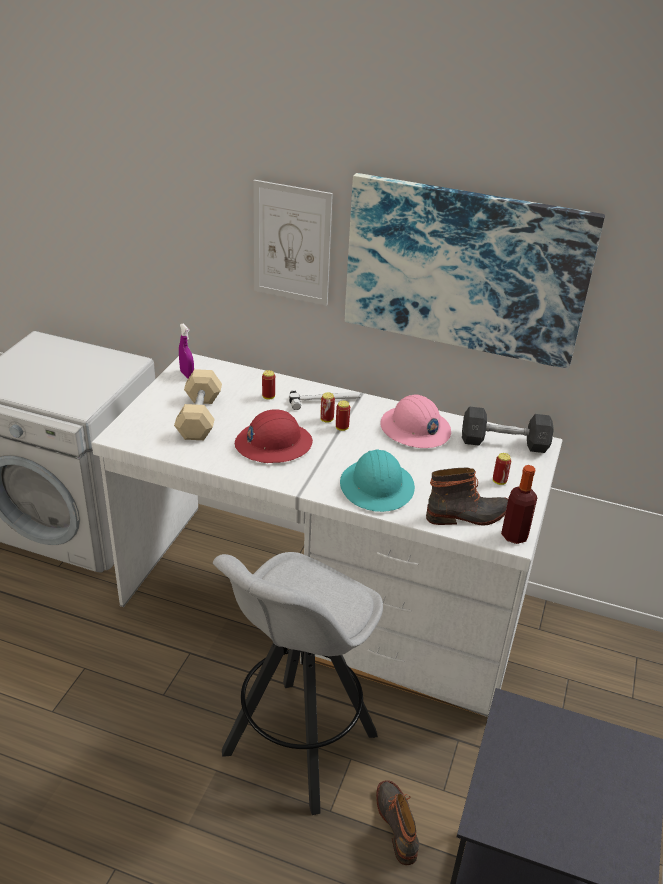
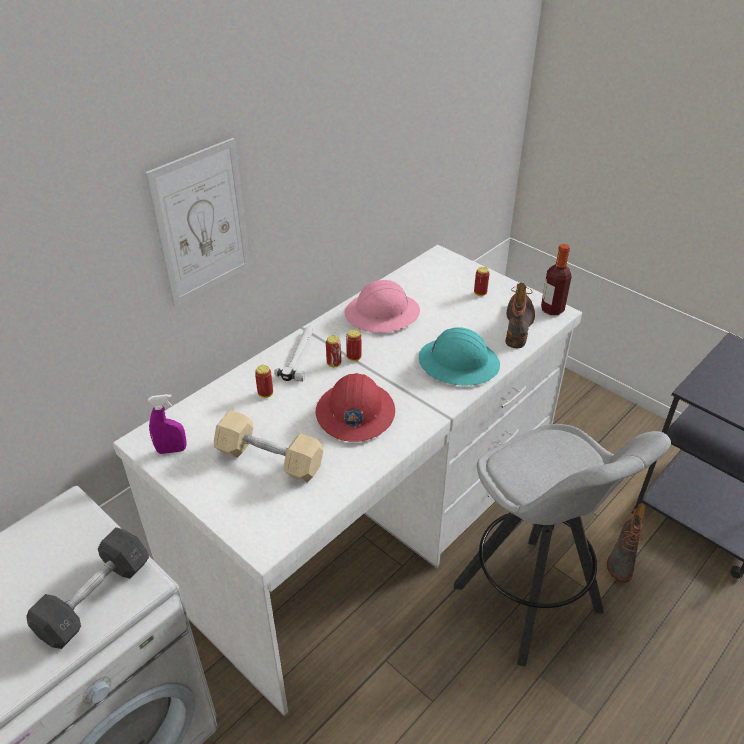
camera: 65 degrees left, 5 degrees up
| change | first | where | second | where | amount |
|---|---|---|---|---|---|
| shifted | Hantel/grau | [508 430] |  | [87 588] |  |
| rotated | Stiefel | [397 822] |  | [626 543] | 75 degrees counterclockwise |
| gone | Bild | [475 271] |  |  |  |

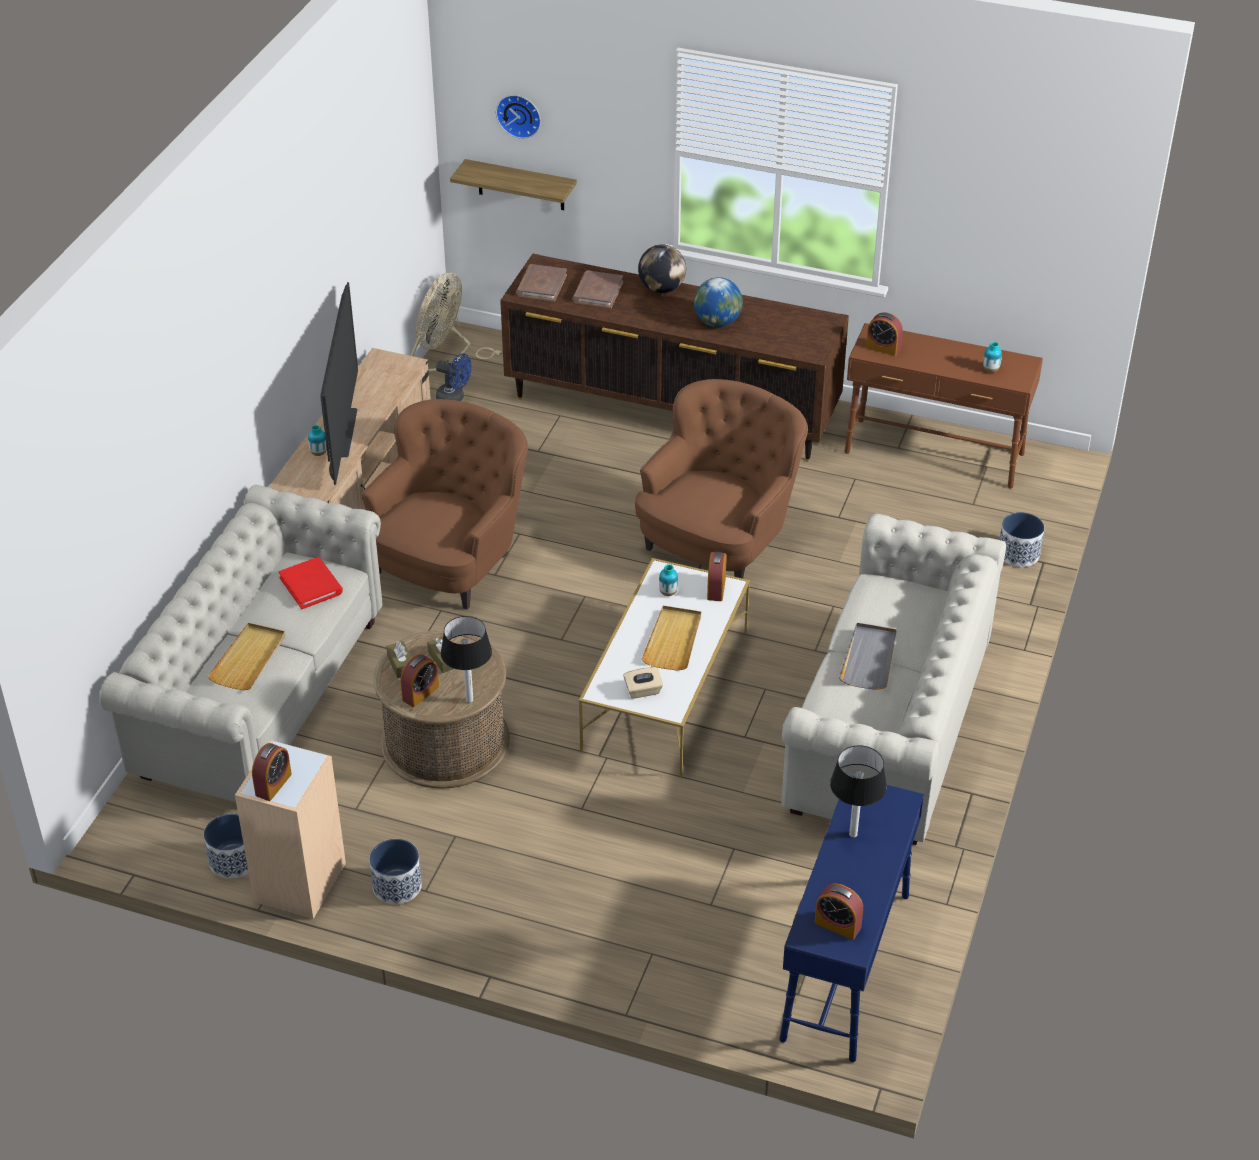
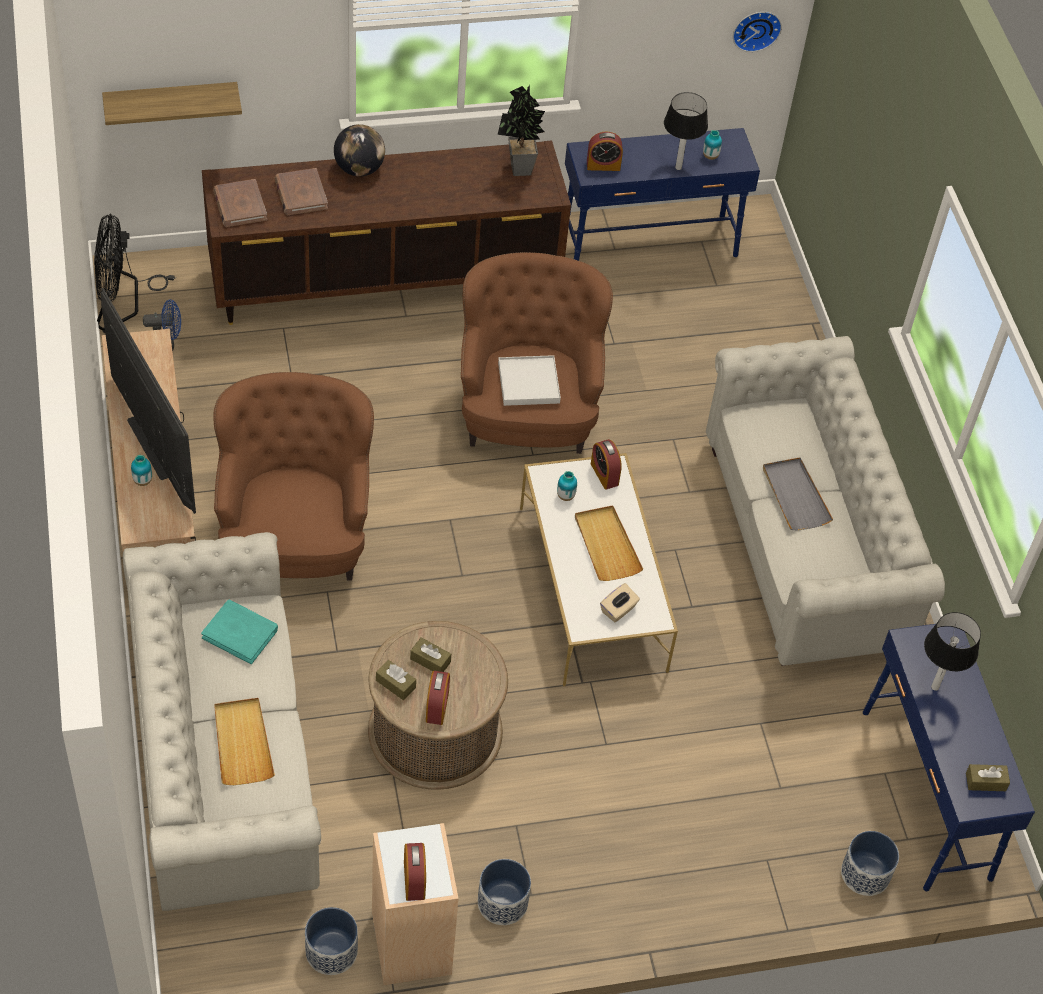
camera: 35 degrees left, 10 degrees up
| change | first | where | second | where | amount |
|---|---|---|---|---|---|
| repainted | Ventilator/beige | [456 322] | Ventilator/schwarz | [135 273] |  |
| repainted | Buch/rot | [311 583] | Buch/türkis | [239 631] |  |
| new |  |  | Topfpflanze | [521 130] |  |
| new |  |  | Tablett/weiß | [529 380] |  |
| repainted | Konsolentisch/braun | [943 405] | Konsolentisch/blau | [662 194] |  |
| shifted | Tischlampe | [466 659] |  | [686 131] |  |
| shifted | Wanduhr | [518 117] |  | [757 32] |  |
| shifted | Pflanzkübel | [1021 539] |  | [870 863] |  |
| swapped | Wecker | [839 911] | Taschentuchbox/braun | [988 777] |  |
| gone | Globus | [718 302] |  |  |  |

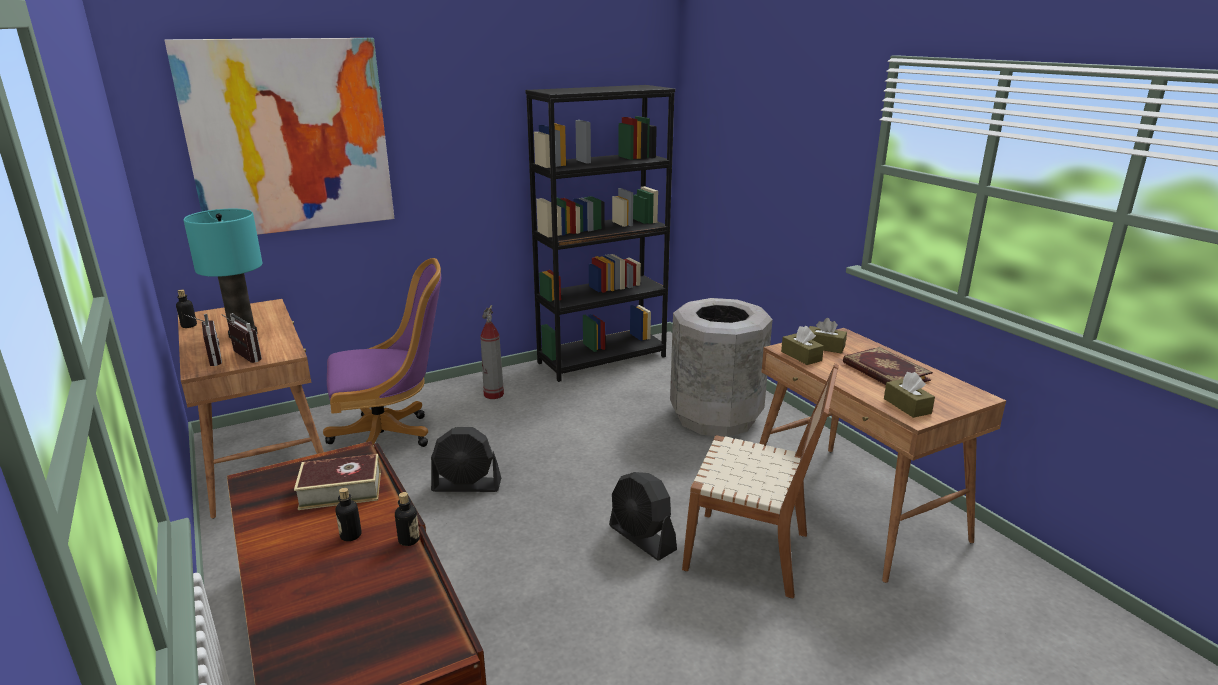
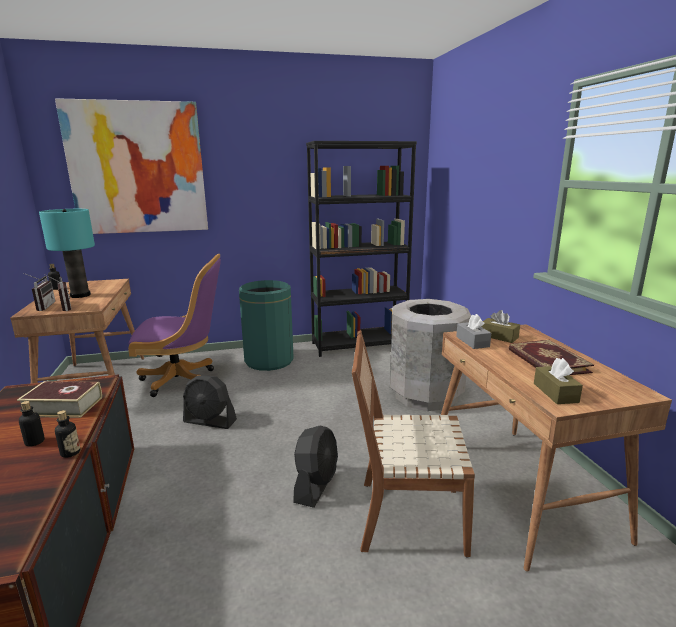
camera: 15 degrees right, 5 degrees down
| change | first | where | second | where | amount |
|---|---|---|---|---|---|
| swapped | Feuerlöscher | [492 352] | Mülleimer/grün | [266 325] |  |
| rotated | Ventilator/schwarz | [643 516] |  | [315 467] | 135 degrees counterclockwise |
| rotated | Stuhl | [760 480] |  | [413 444] | 150 degrees clockwise |
| repainted | Taschentuchbox/braun | [802 345] | Taschentuchbox/grau | [473 331] |  |

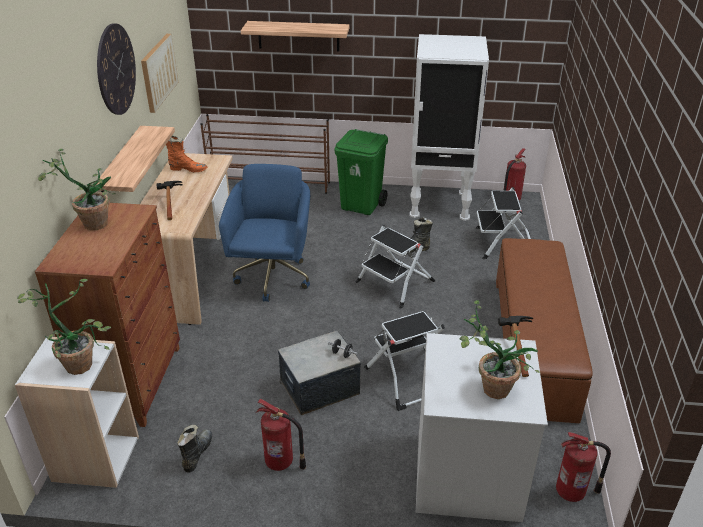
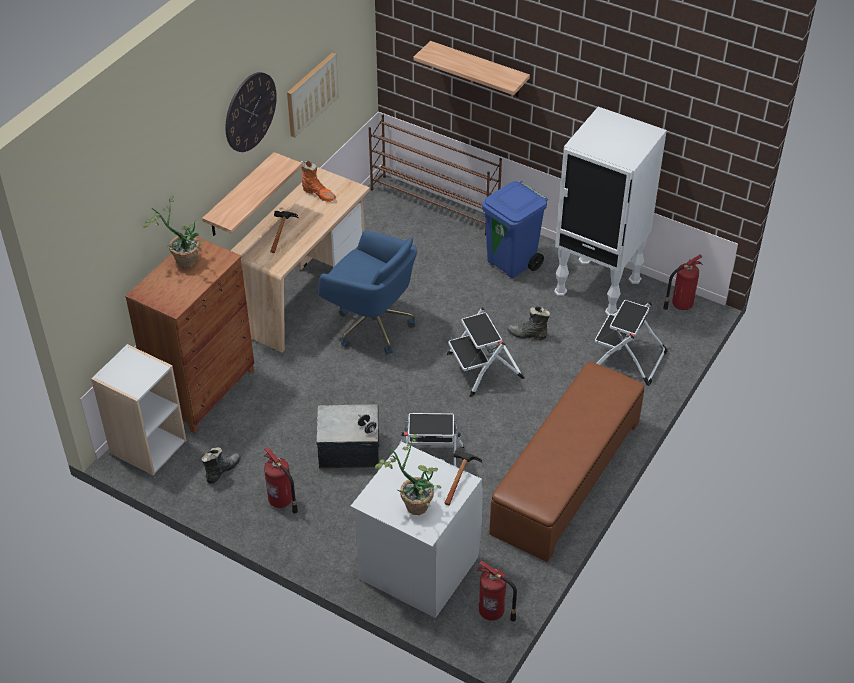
camera: 25 degrees right, 10 degrees up
| change | first | where | second | where | amount |
|---|---|---|---|---|---|
| rotated | Bürostuhl/blau | [264 233] |  | [367 292] | 90 degrees clockwise |
| repainted | Mülleimer/grün | [361 172] | Mülleimer/blau | [515 229] |  |
| gone | Topfpflanze | [64 327] |  |  |  |

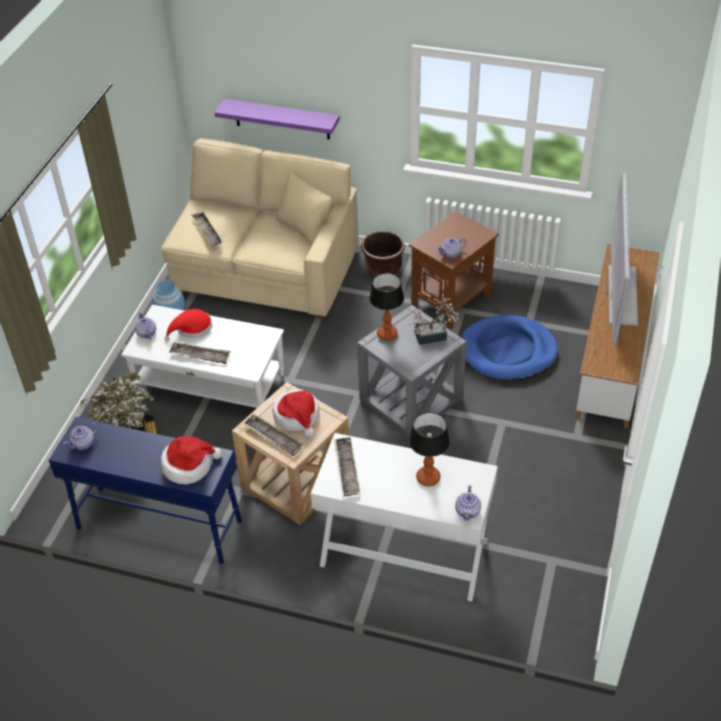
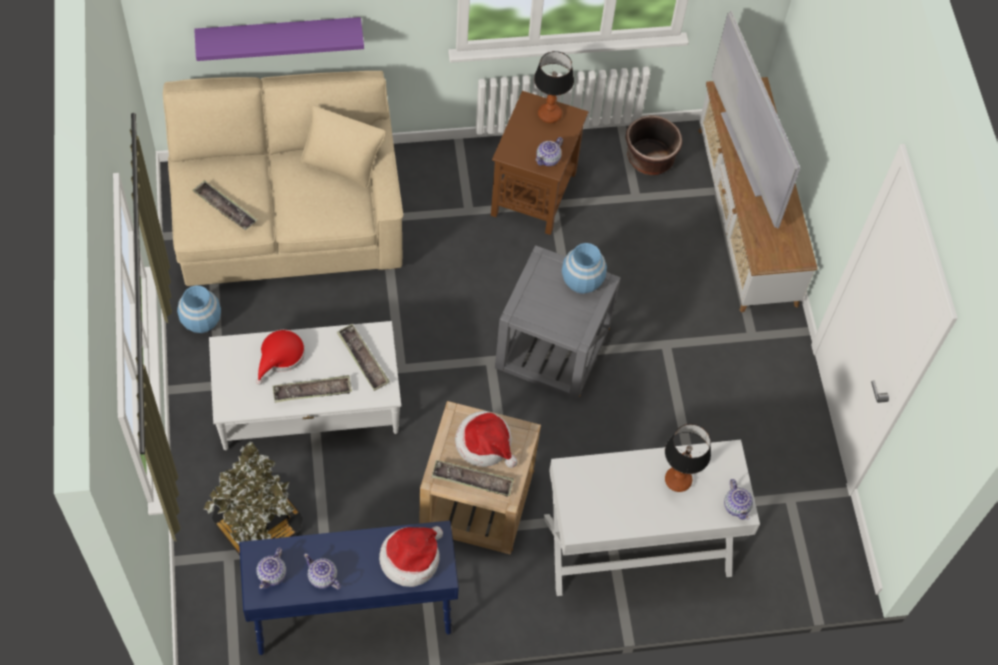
camera: 30 degrees left, 15 degrees up
| change | first | where | second | where | amount |
|---|---|---|---|---|---|
| shifted | Teekanne | [145 326] |  | [322 572] |  |
| shifted | Tablett | [347 466] |  | [363 357] |  |
| shifted | Tischlampe | [386 307] |  | [554 87] |  |
| swapped | Topfpflanze | [433 321] | Vase/blau | [584 268] |  |
| shifted | Pflanzkübel/braun | [383 253] |  | [653 145] |  |
| gone | Hundebett/blau | [509 347] |  |  |  |

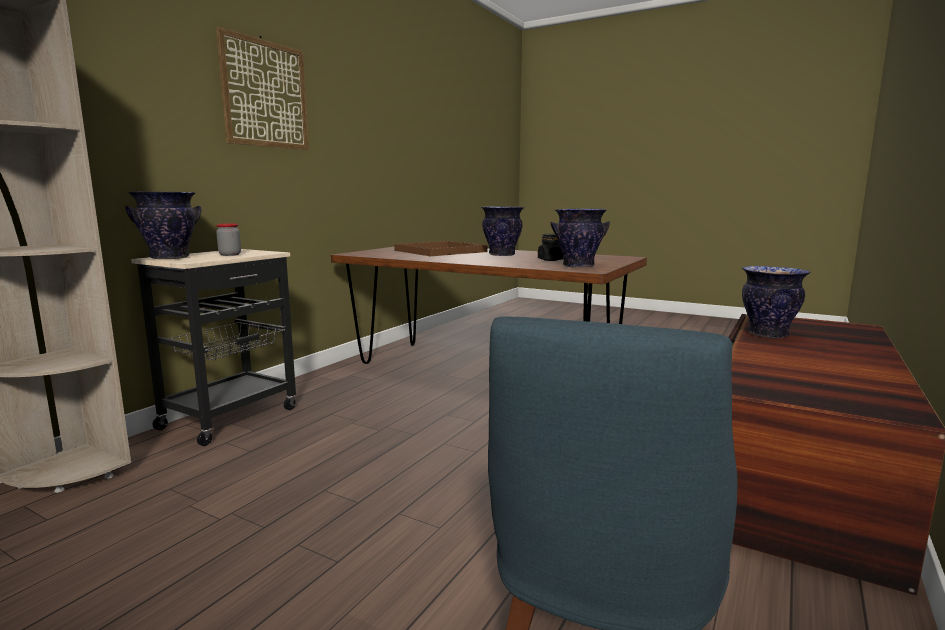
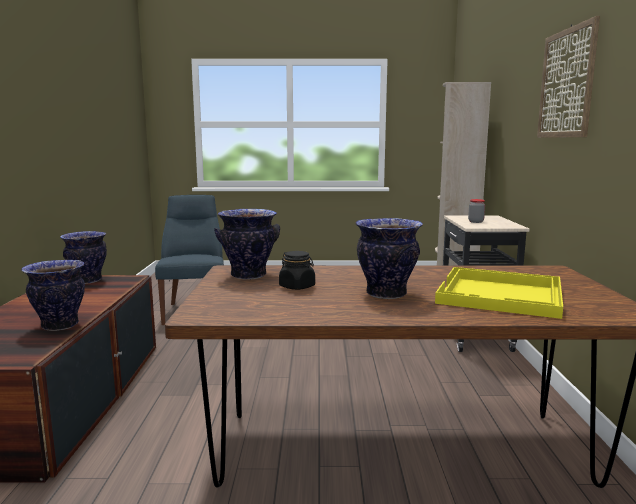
camera: 150 degrees right, 0 degrees up
| change | first | where | second | where | amount |
|---|---|---|---|---|---|
| shifted | Vase | [163 225] |  | [83 257] |  |
| repainted | Tablett/braun | [441 248] | Tablett/gelb | [499 293] |  |

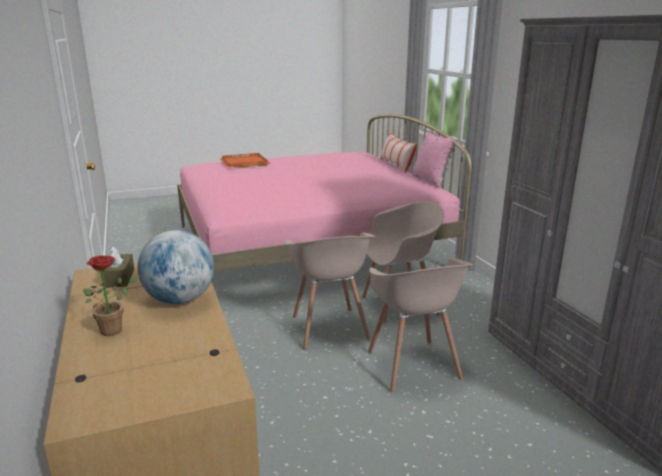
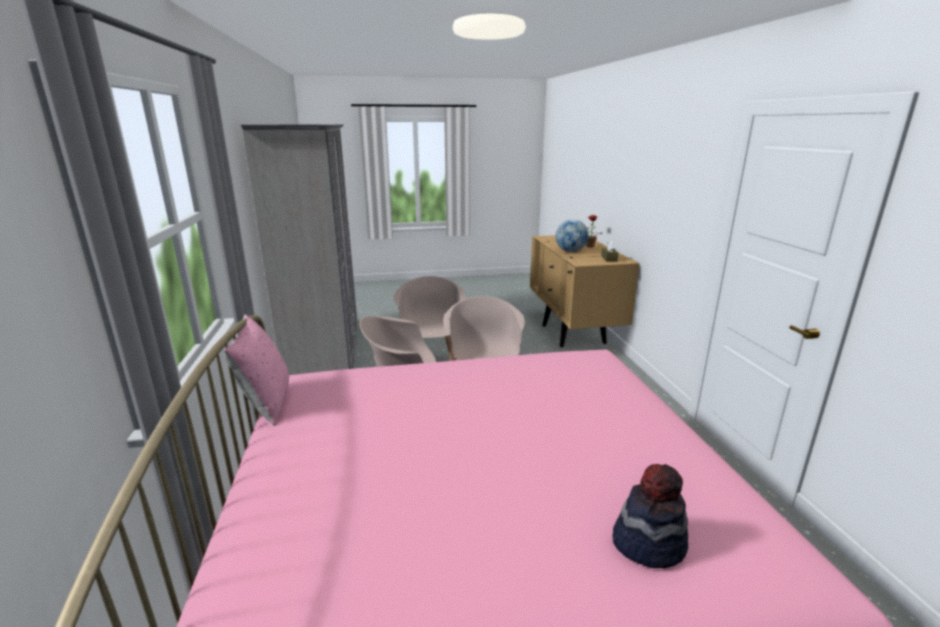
camera: 170 degrees left, 0 degrees up
| change | first | where | second | where | amount |
|---|---|---|---|---|---|
| swapped | Tablett/orange | [245 160] | Hut | [650 516] |  |
| gone | Kissen | [398 152] |  |  |  |

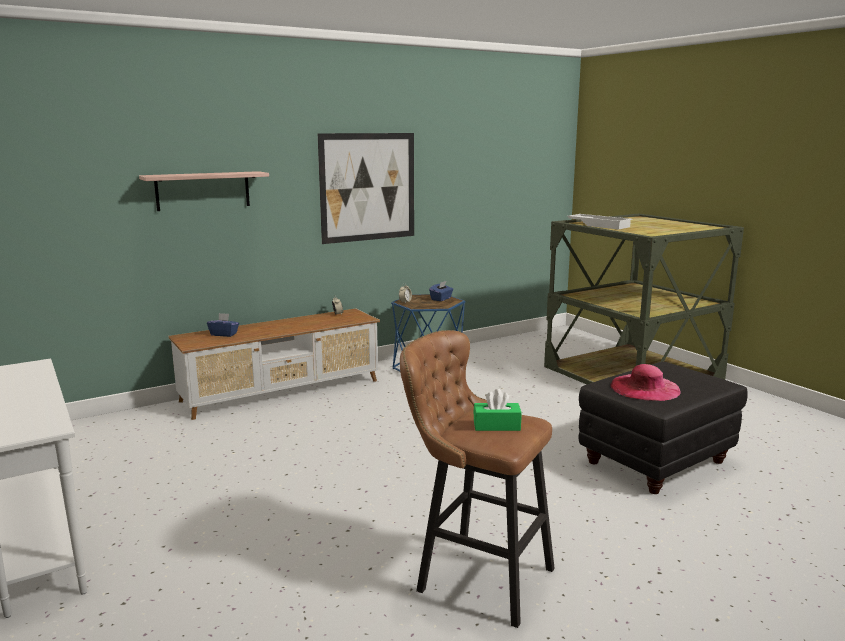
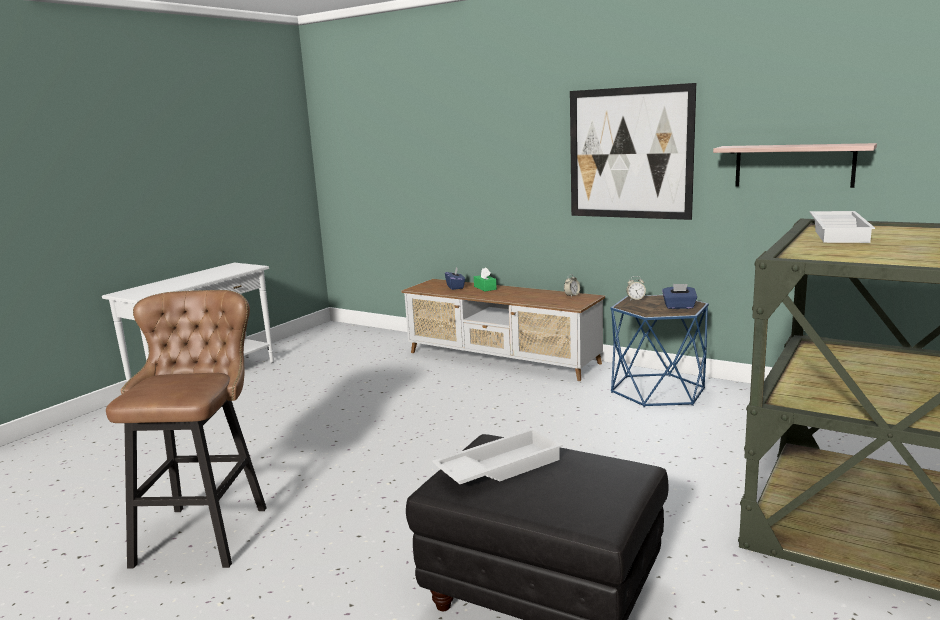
camera: 65 degrees right, 0 degrees up
| change | first | where | second | where | amount |
|---|---|---|---|---|---|
| swapped | Hut/rosa | [645 382] | Tablett/weiß | [498 456] |  |
| shifted | Taschentuchbox/grün | [497 410] |  | [485 279] |  |
| shifted | Wandregal | [204 191] |  | [795 165] |  |

